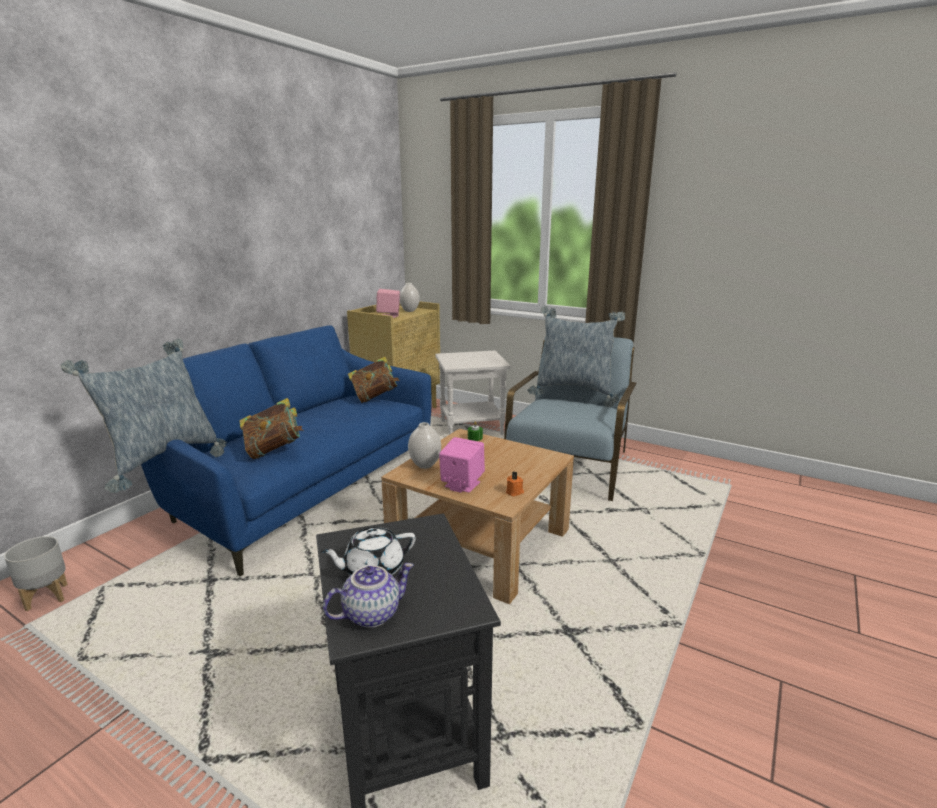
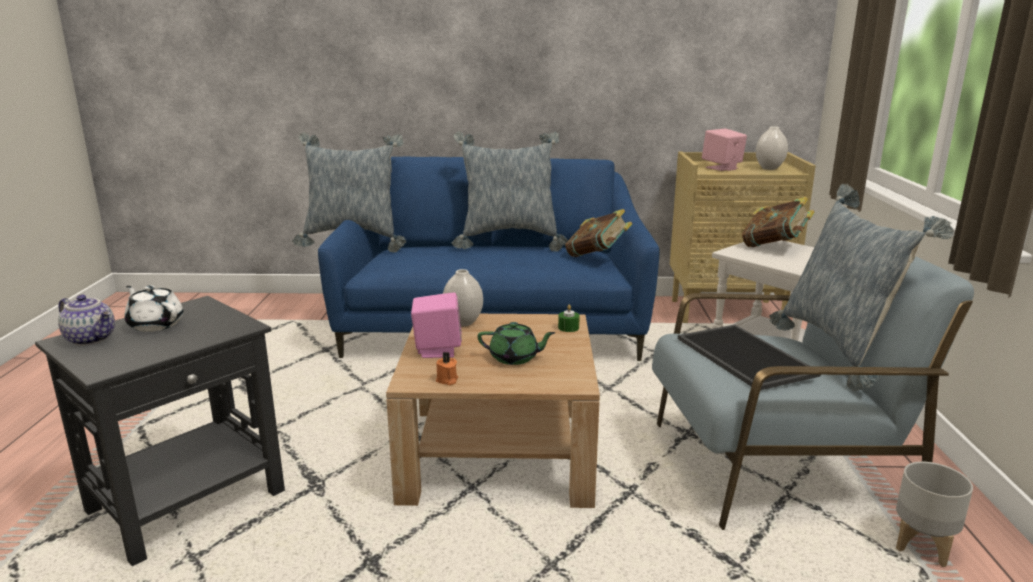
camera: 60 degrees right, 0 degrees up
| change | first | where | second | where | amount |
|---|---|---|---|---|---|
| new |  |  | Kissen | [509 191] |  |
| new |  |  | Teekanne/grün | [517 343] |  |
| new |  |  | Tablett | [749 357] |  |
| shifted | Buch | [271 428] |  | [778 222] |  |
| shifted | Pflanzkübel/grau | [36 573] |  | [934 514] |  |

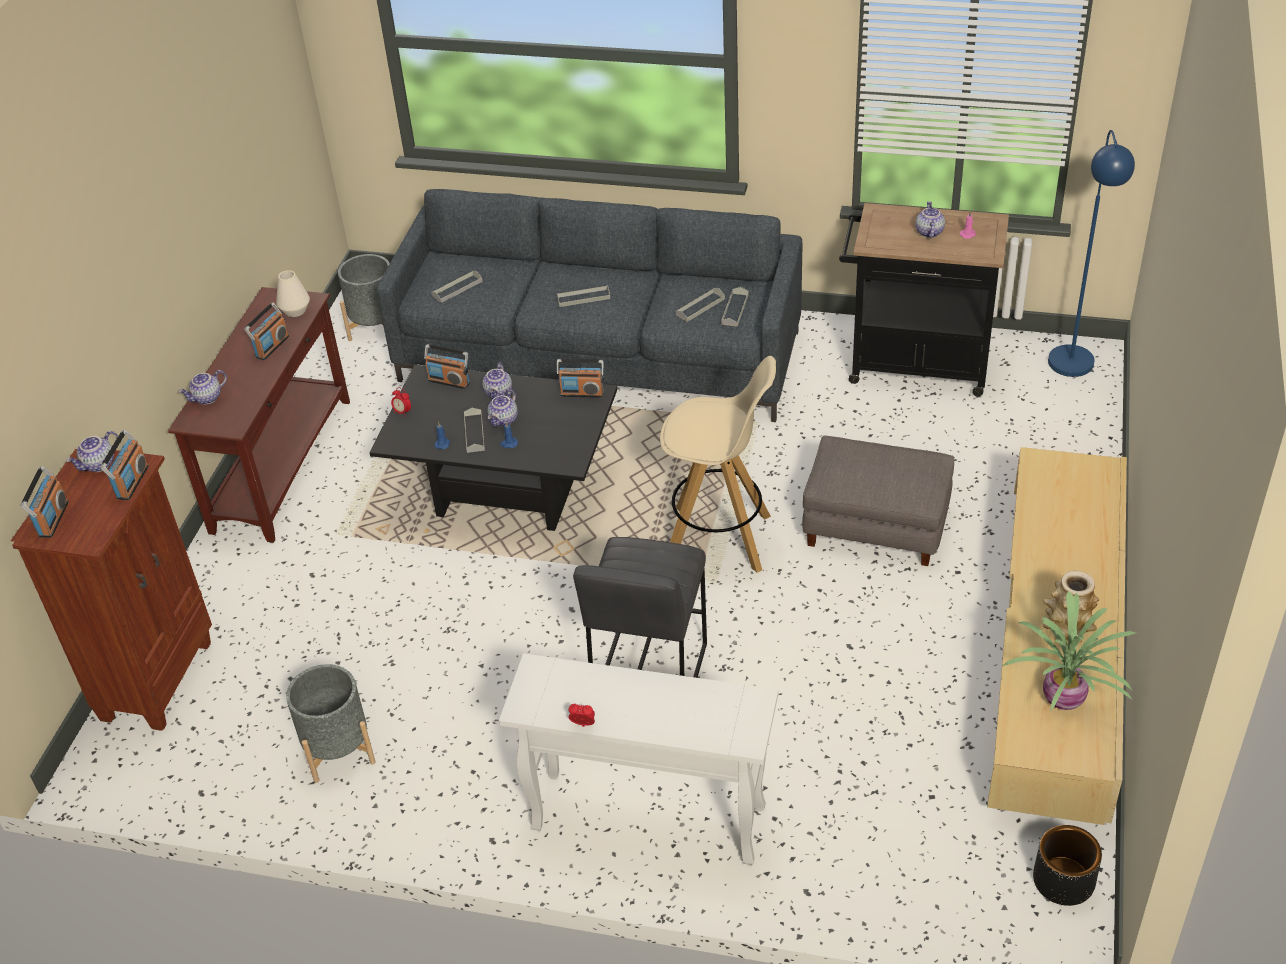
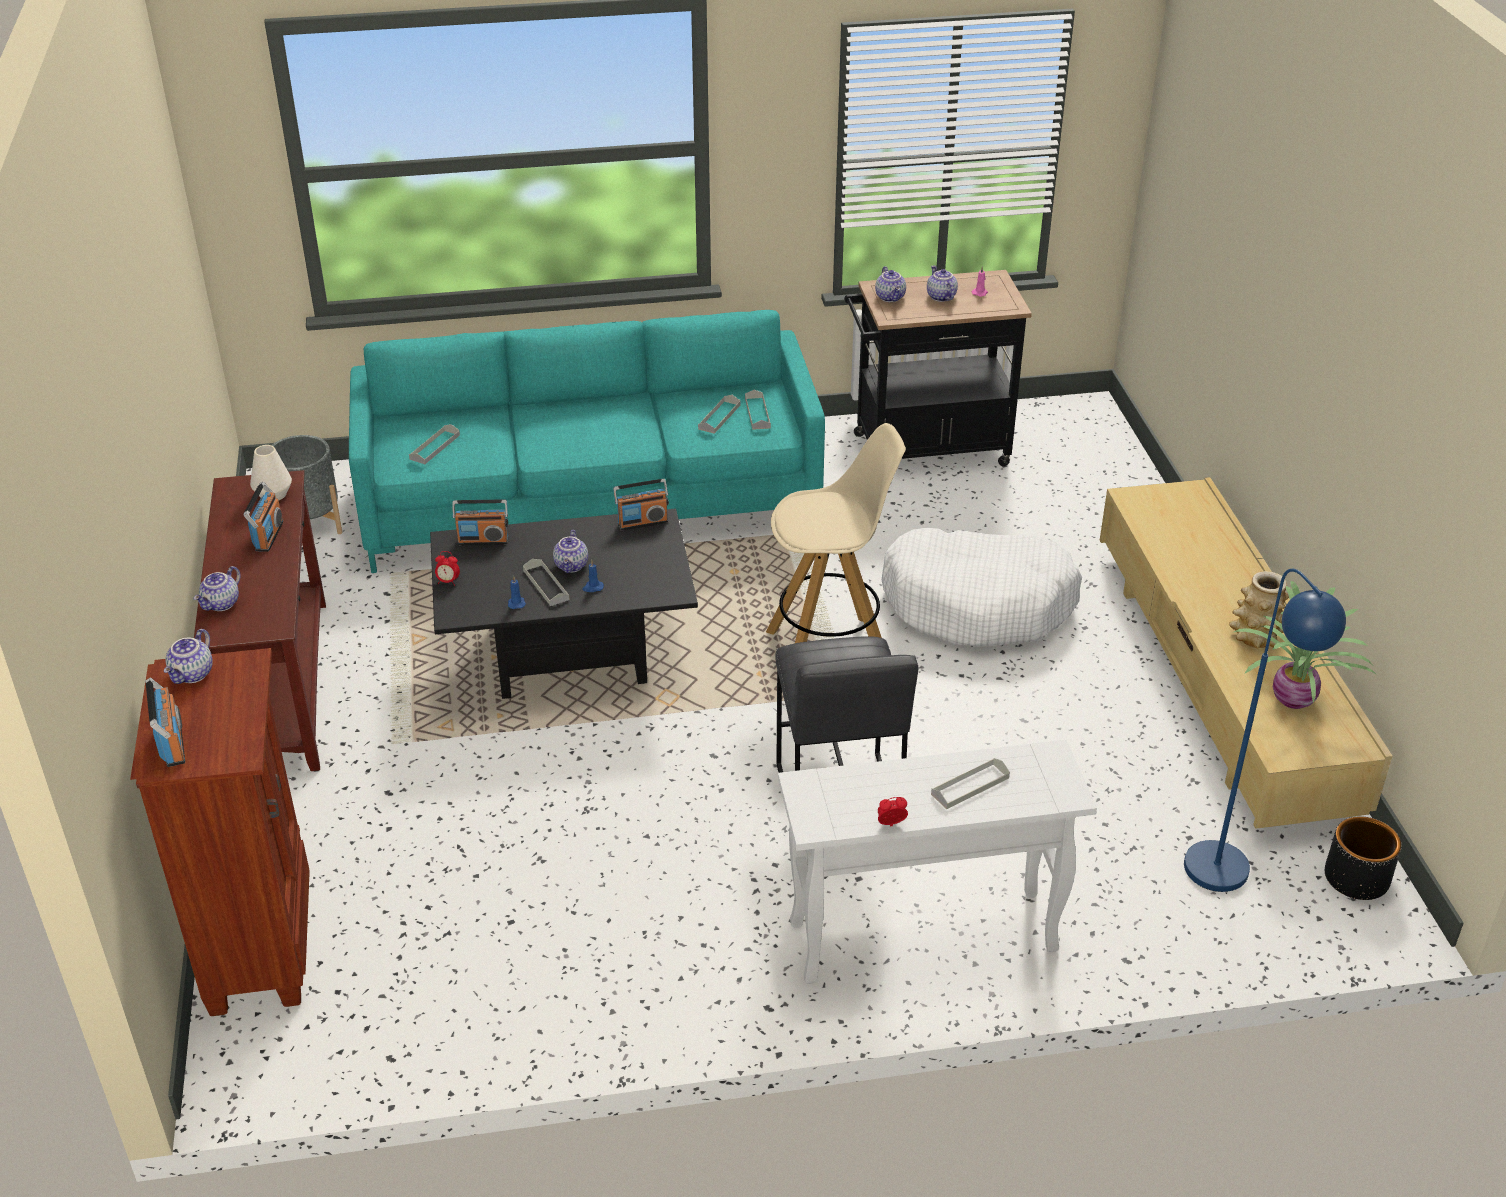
camera: 25 degrees left, 5 degrees down
| change | first | where | second | where | amount |
|---|---|---|---|---|---|
| repainted | Sofa/grau | [589 305] | Sofa/türkis | [587 441] |  |
| shifted | Teekanne | [497 380] |  | [890 284] |  |
| swapped | Polsterhocker/grau | [878 500] | Hundebett/weiß | [982 587] |  |
| shifted | Tablett/grau | [583 296] |  | [970 783] |  |
| shifted | Stehlampe/blau | [1091 253] |  | [1265 730] |  |
| gone | Radio | [124 465] |  |  |  |
| gone | Pflanzkübel/grau | [331 723] |  |  |  |

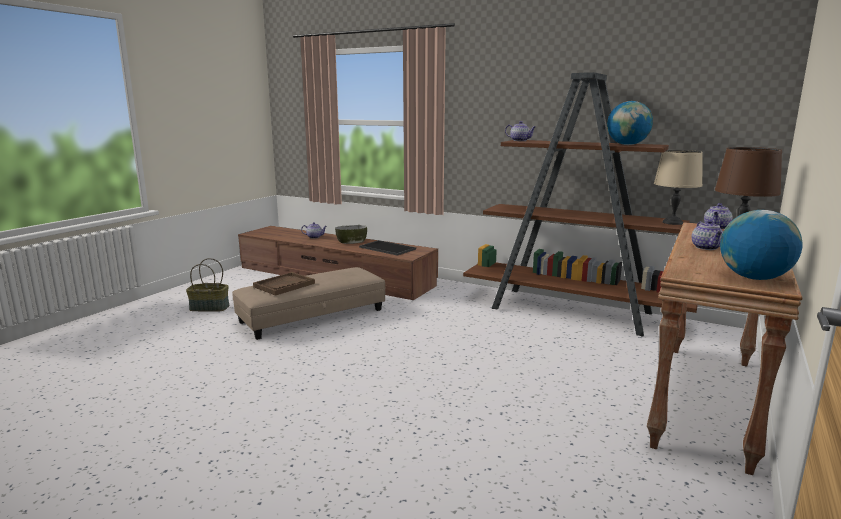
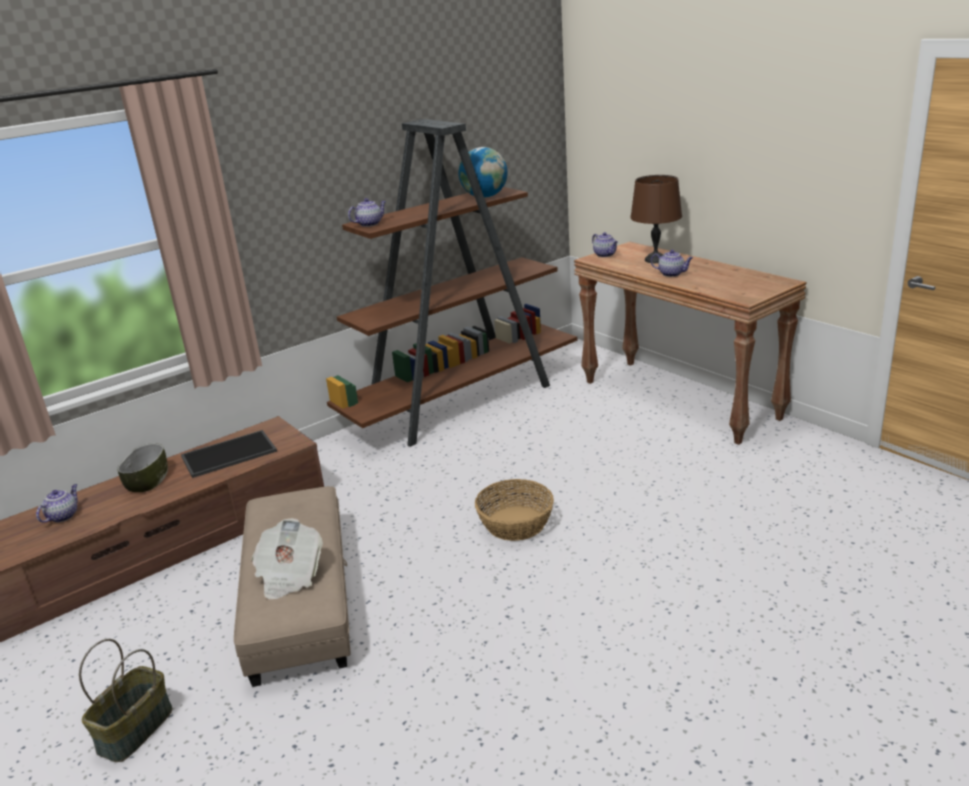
camera: 65 degrees left, 10 degrees up
| change | first | where | second | where | amount |
|---|---|---|---|---|---|
| swapped | Tablett/braun | [284 284] | Zeitung | [287 559] |  |
| new |  |  | Korb | [514 510] |  |
| gone | Tischlampe/beige | [678 187] |  |  |  |
| gone | Globus | [761 245] |  |  |  |

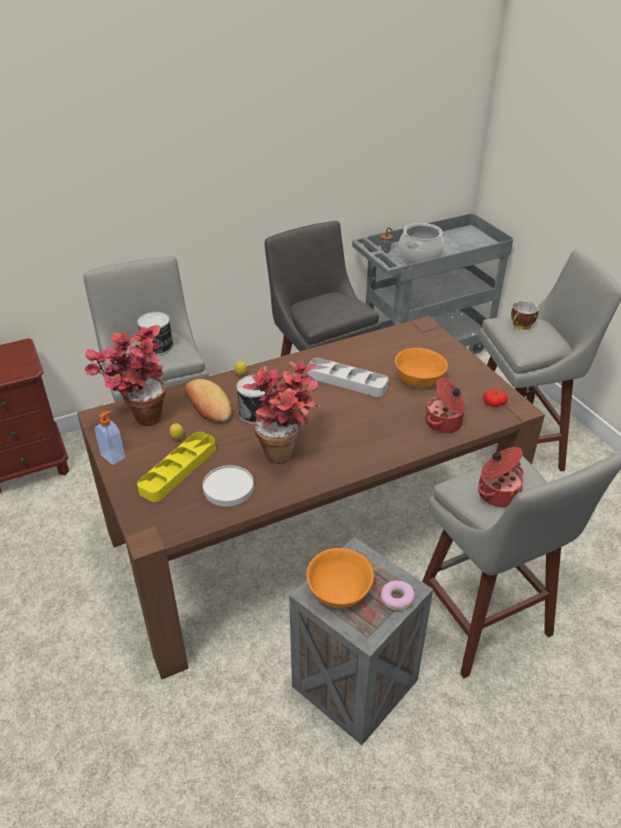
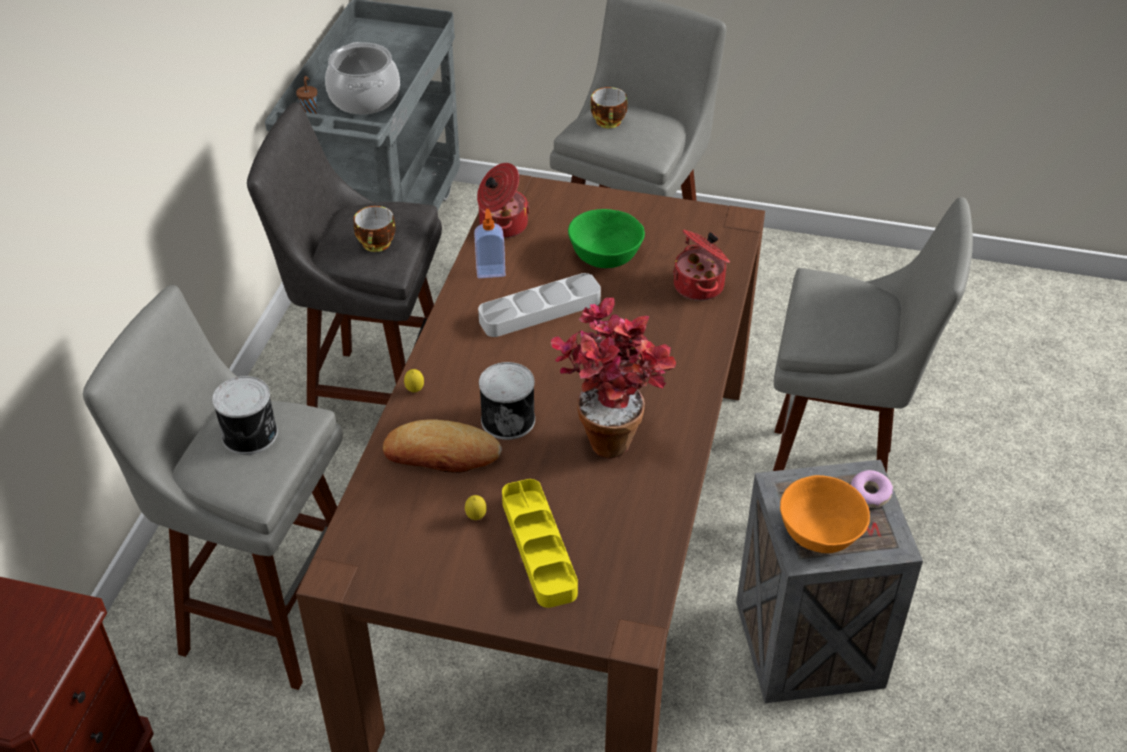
camera: 50 degrees left, 5 degrees up
| change | first | where | second | where | amount |
|---|---|---|---|---|---|
| new |  |  | Tasse | [375 229] |  |
| shifted | Seifenspender | [110 438] |  | [489 243] |  |
| shifted | Kochtopf | [501 477] |  | [503 200] |  |
| repainted | Schüssel/orange | [421 368] | Schüssel/grün | [606 238] |  |
| gone | Topfpflanze | [125 375] |  |  |  |
| gone | Teller/weiß | [228 486] |  |  |  |
| gone | Tomate | [495 398] |  |  |  |

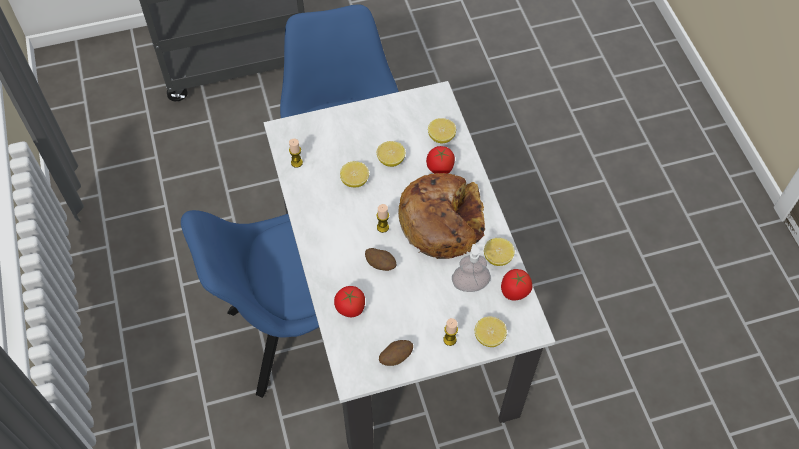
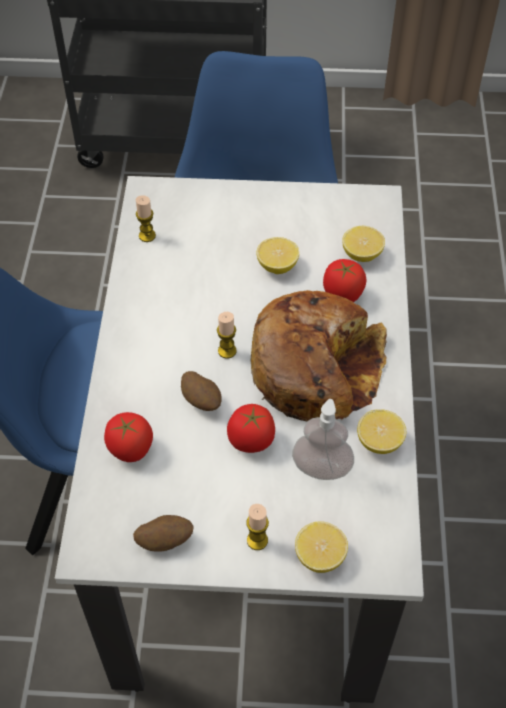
camera: 20 degrees right, 5 degrees down
| change | first | where | second | where | amount |
|---|---|---|---|---|---|
| shifted | Tomate | [516 285] |  | [251 428] |  |
| gone | Zitrone | [354 174] |  |  |  |

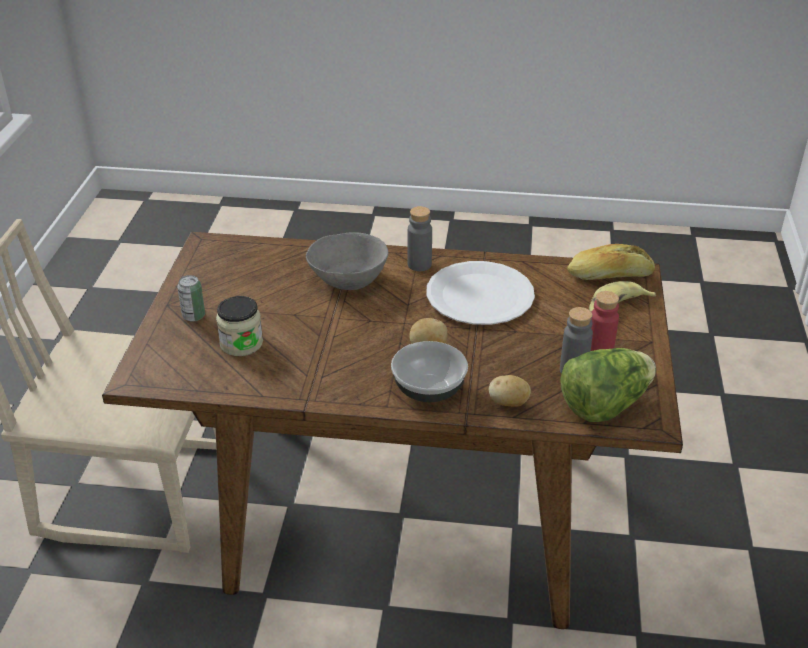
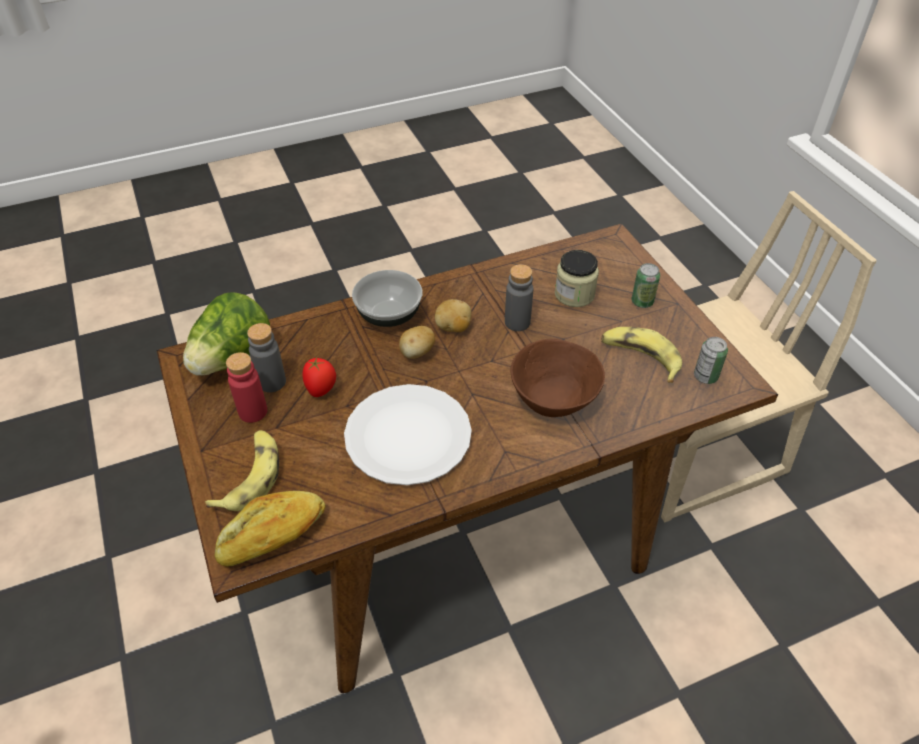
camera: 150 degrees right, 10 degrees up
| change | first | where | second | where | amount |
|---|---|---|---|---|---|
| new |  |  | Tomate | [319 377] |  |
| shifted | Kartoffel | [510 391] |  | [453 315] |  |
| shifted | Flasche/grau | [419 238] |  | [519 297] |  |
| repainted | Schüssel/grau | [347 261] | Schüssel/braun | [558 378] |  |
| new |  |  | Banane | [641 355] |  |
| new |  |  | Dose | [711 360] |  |

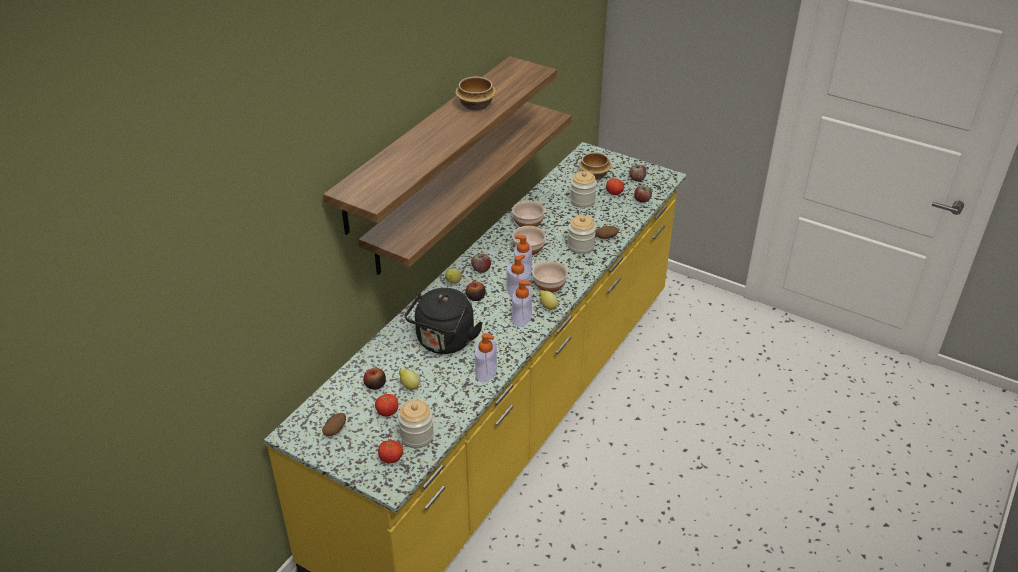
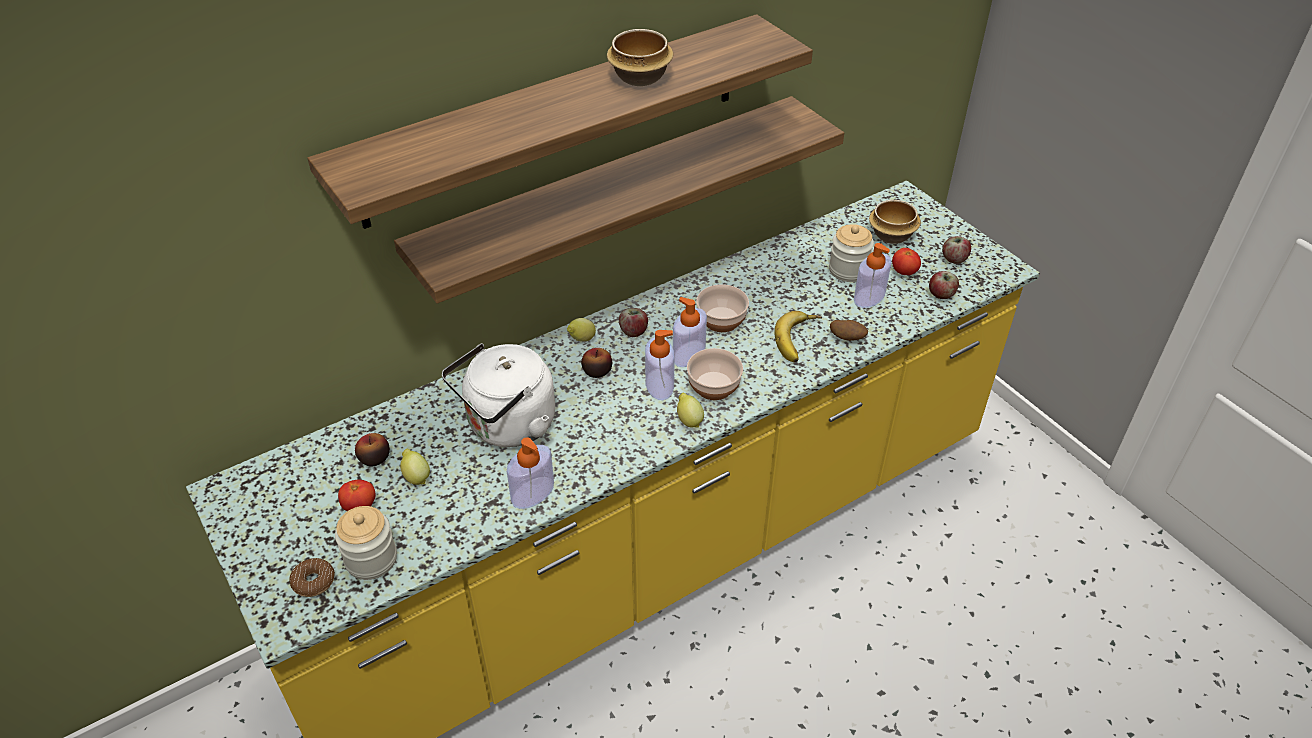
camera: 25 degrees right, 5 degrees up
| change | first | where | second | where | amount |
|---|---|---|---|---|---|
| swapped | Tomate | [390 452] | Donut | [312 577] |  |
| repainted | Wasserkessel/schwarz | [444 321] | Wasserkessel/weiß | [498 395] |  |
| swapped | Vorratsglas | [582 235] | Banane | [798 336] |  |
| shifted | Seifenspender | [522 303] |  | [873 275] |  |
| gone | Kartoffel | [334 424] |  |  |  |
| gone | Schüssel | [528 213] |  |  |  |

